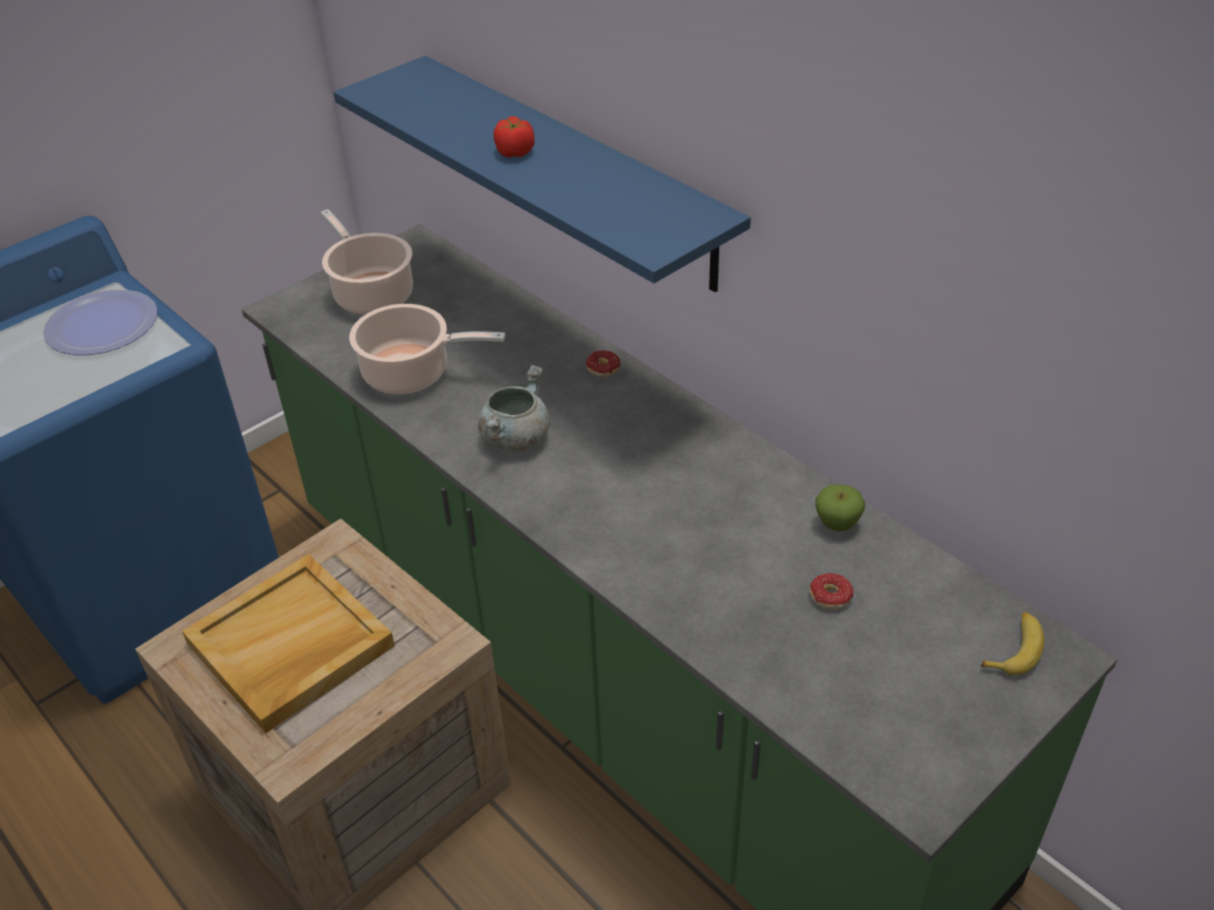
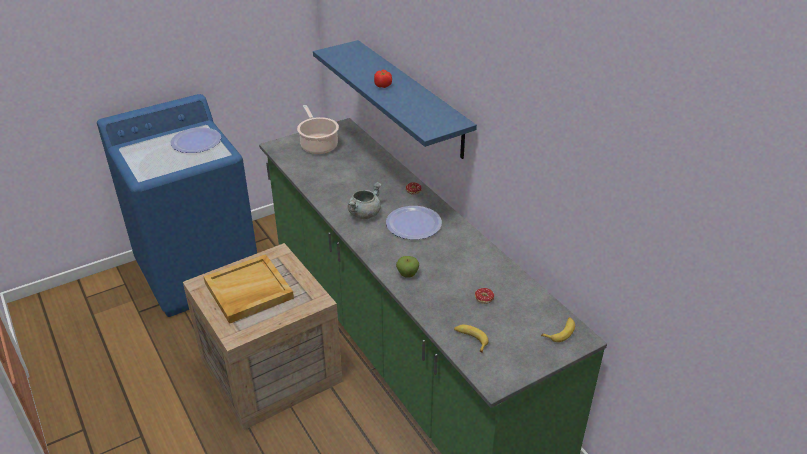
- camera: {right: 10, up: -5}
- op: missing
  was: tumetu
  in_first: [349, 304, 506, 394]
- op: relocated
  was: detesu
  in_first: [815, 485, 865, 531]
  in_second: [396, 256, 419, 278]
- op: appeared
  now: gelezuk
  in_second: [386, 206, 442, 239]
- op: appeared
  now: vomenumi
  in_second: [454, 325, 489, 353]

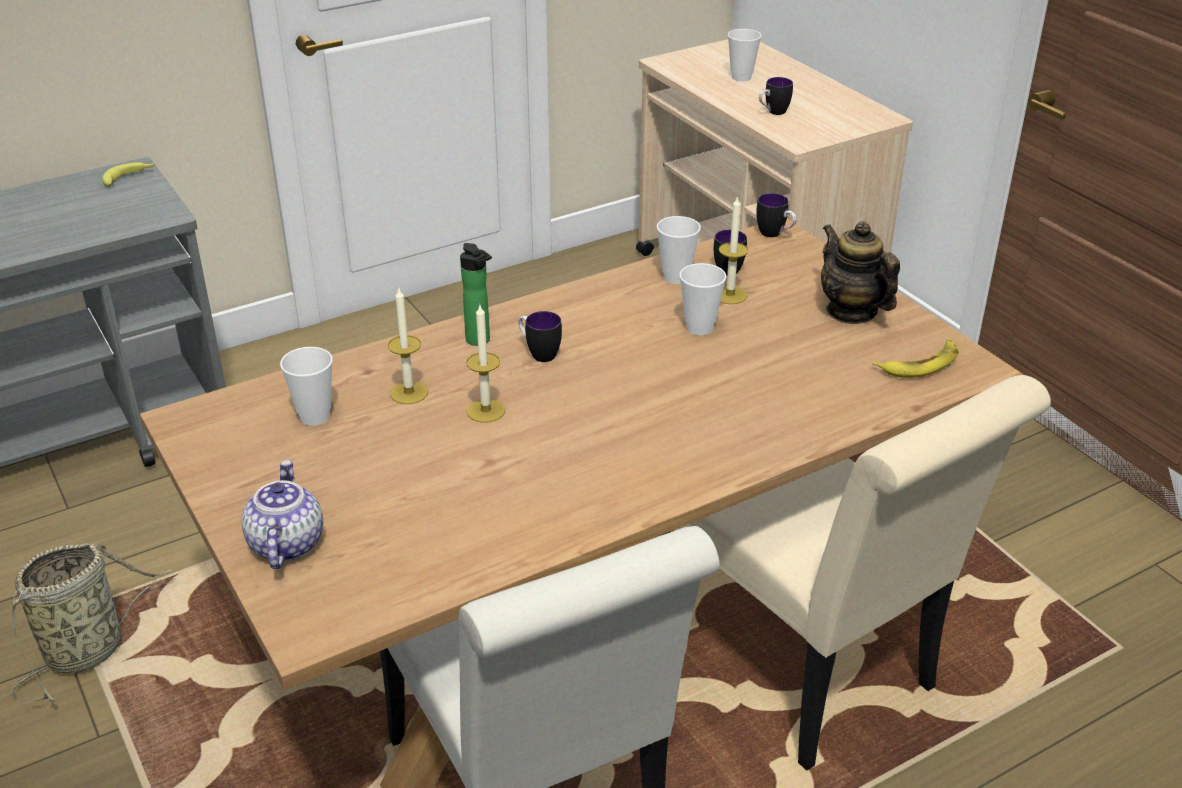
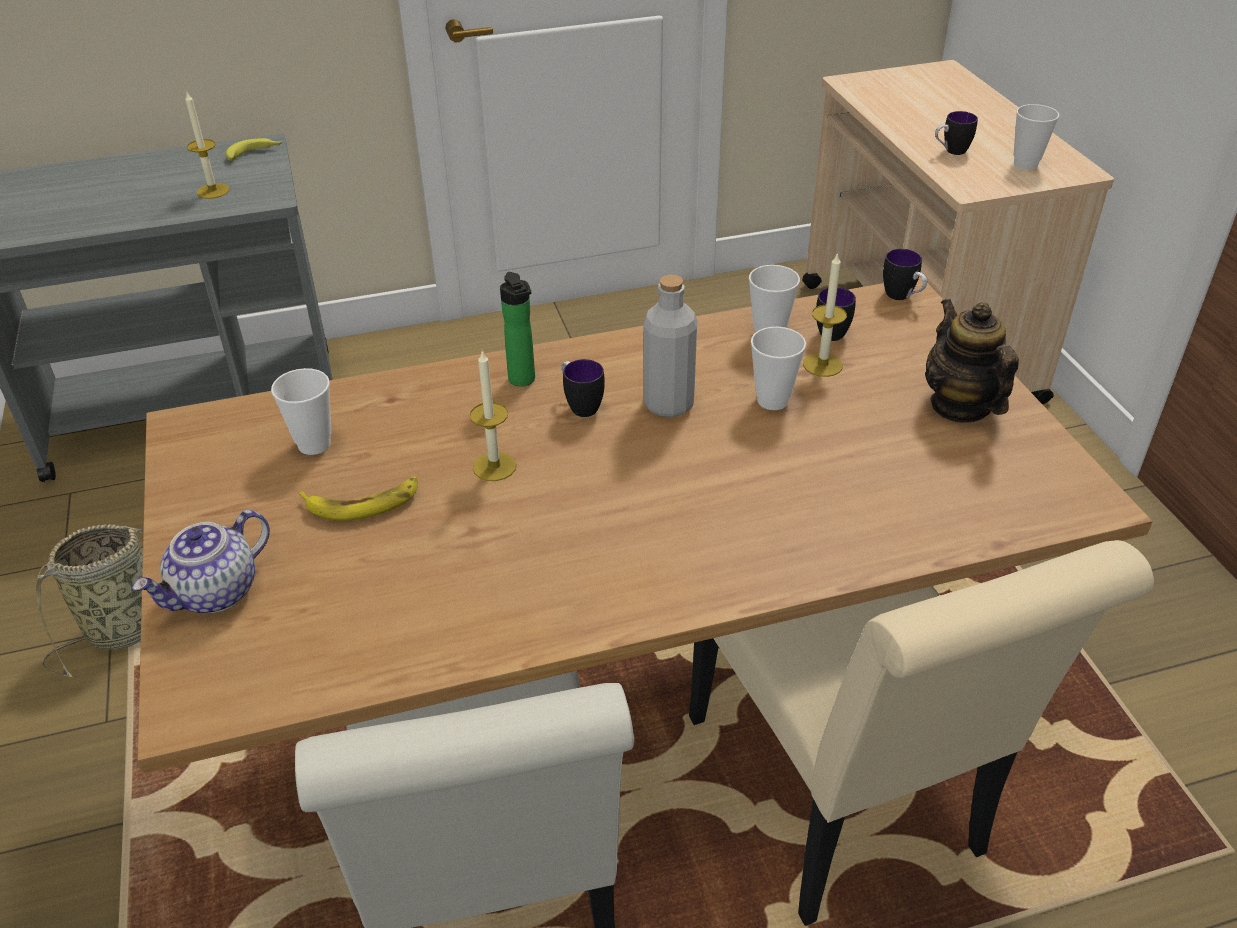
- camera: {right: 15, up: 5}
- op: spun
  was: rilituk
  in_first: [242, 460, 323, 569]
  in_second: [132, 510, 270, 613]
  clockwise: -150
- op: relocated
  was: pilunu
  in_first: [388, 287, 428, 404]
  in_second: [185, 92, 229, 199]
- op: relocated
  was: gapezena
  in_first: [728, 29, 761, 82]
  in_second: [1014, 104, 1059, 170]
- op: relocated
  was: vomenumi
  in_first: [872, 339, 959, 378]
  in_second: [299, 476, 418, 521]
- op: appeared
  now: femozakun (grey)
  in_second: [643, 275, 697, 417]

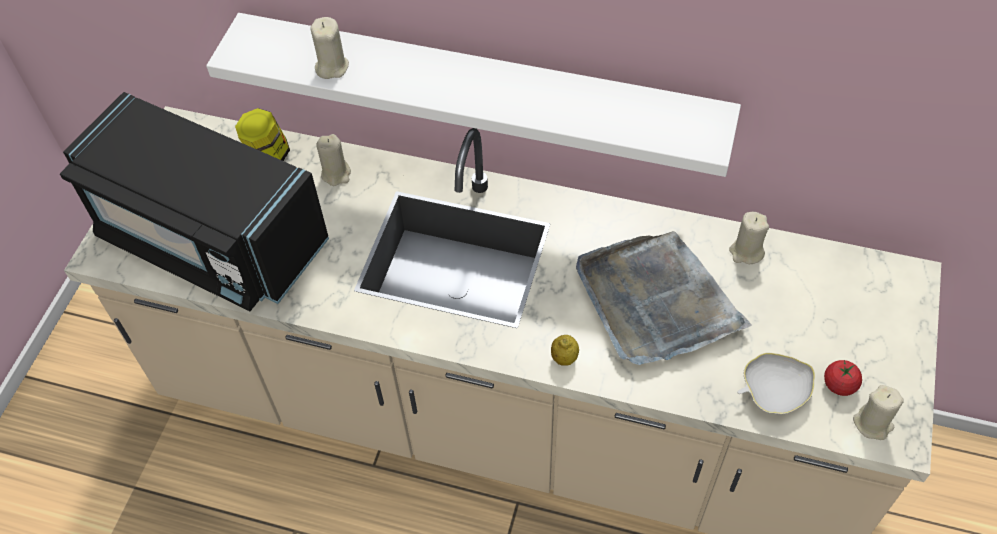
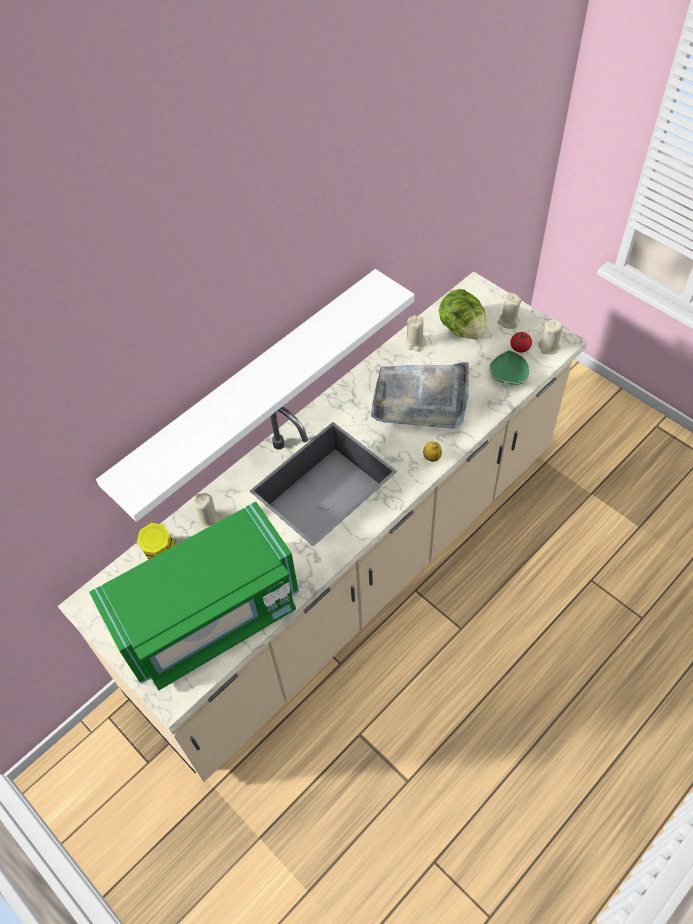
- camera: {right: -60, up: 0}
- op: colour
  was: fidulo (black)
  now: fidulo (green)
  in_first: [60, 92, 329, 311]
  in_second: [89, 502, 299, 690]
- op: relocated
  was: pilunu (beige)
  in_first: [310, 17, 349, 79]
  in_second: [497, 293, 522, 329]
- op: colour
  was: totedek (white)
  now: totedek (green)
  in_first: [737, 353, 815, 415]
  in_second: [489, 350, 530, 388]
- op: appeared
  now: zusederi
  in_second: [439, 289, 487, 339]

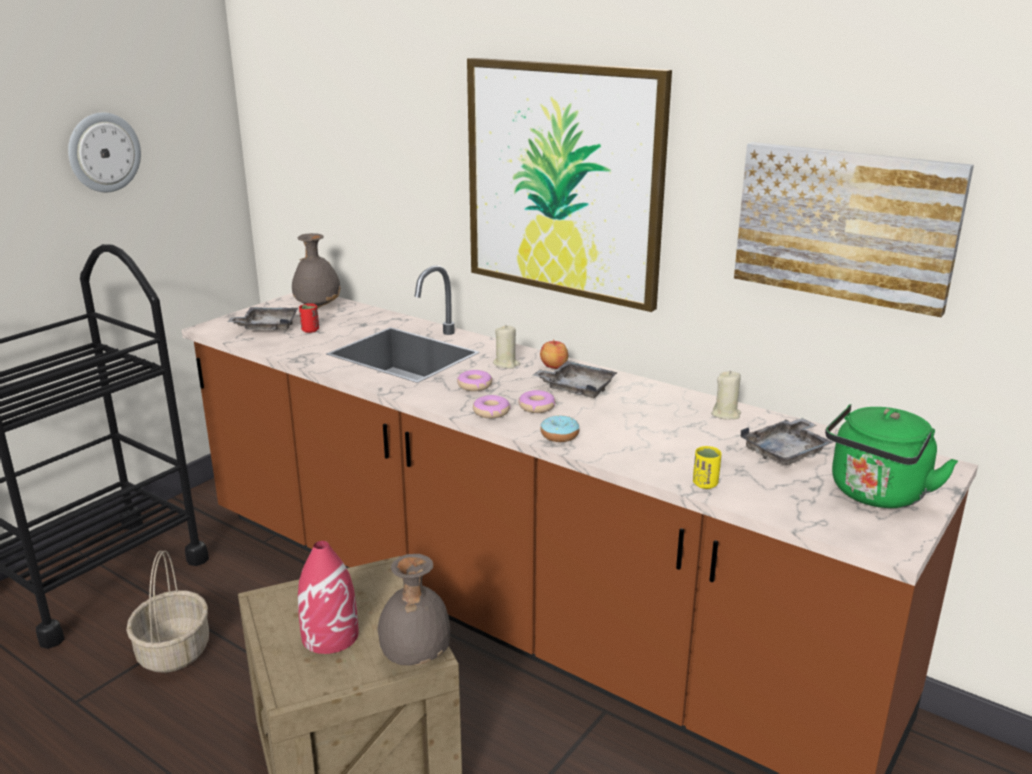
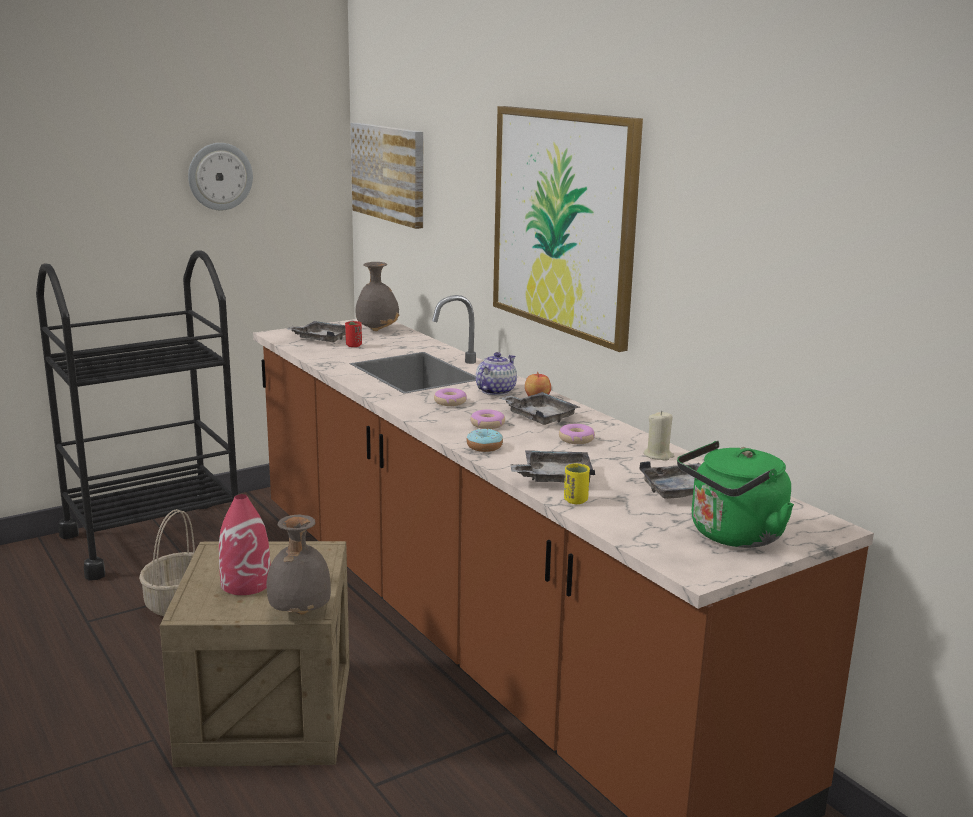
- camera: {right: 20, up: -5}
- op: relocated
  was: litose
  in_first: [473, 395, 511, 418]
  in_second: [559, 424, 595, 444]
- op: exchanged
  was: pilunu (beige)
  now: rilituk
  in_first: [493, 325, 520, 369]
  in_second: [476, 352, 517, 396]
- op: relocated
  was: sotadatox
  in_first: [734, 142, 974, 317]
  in_second: [351, 123, 423, 229]
- op: appeared
  now: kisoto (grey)
  in_second: [510, 450, 595, 483]

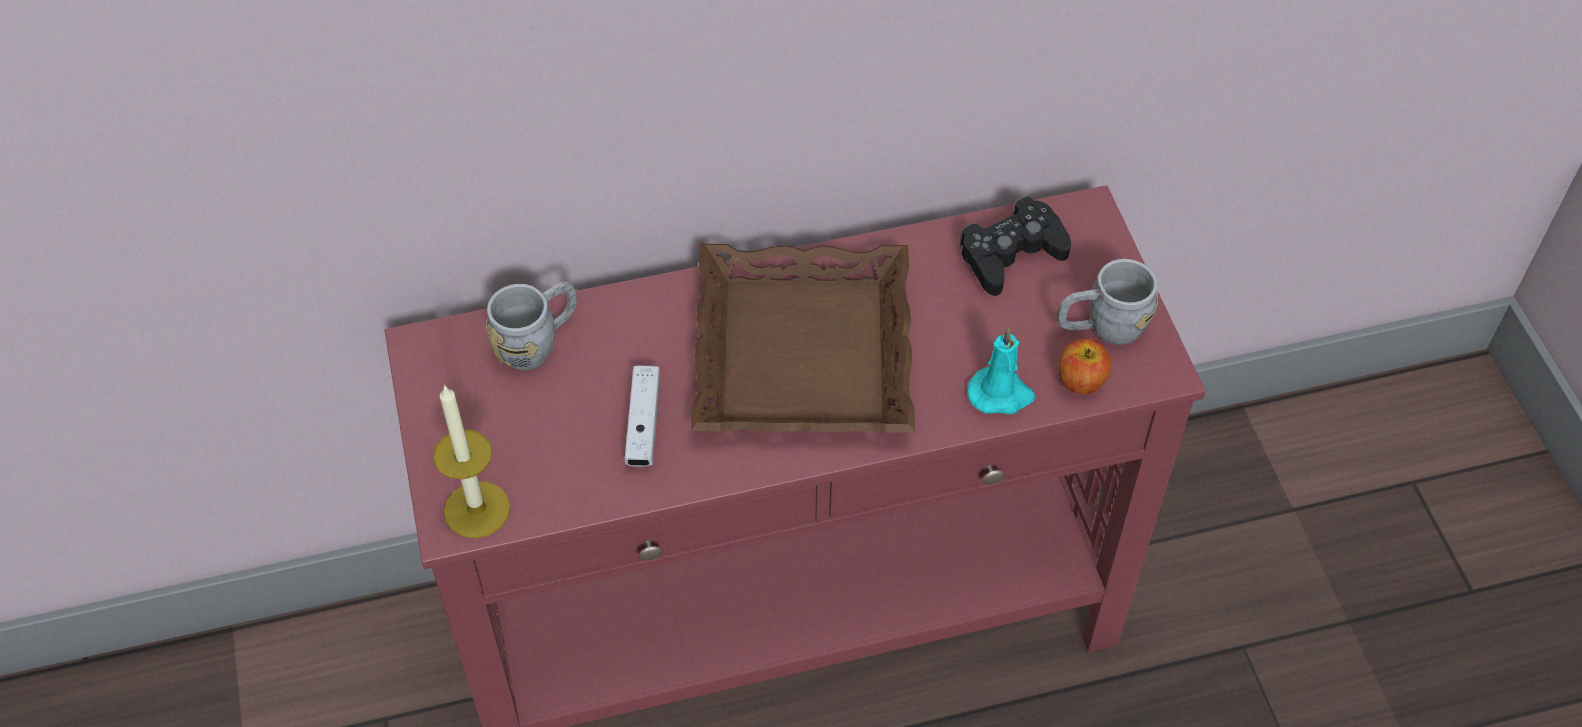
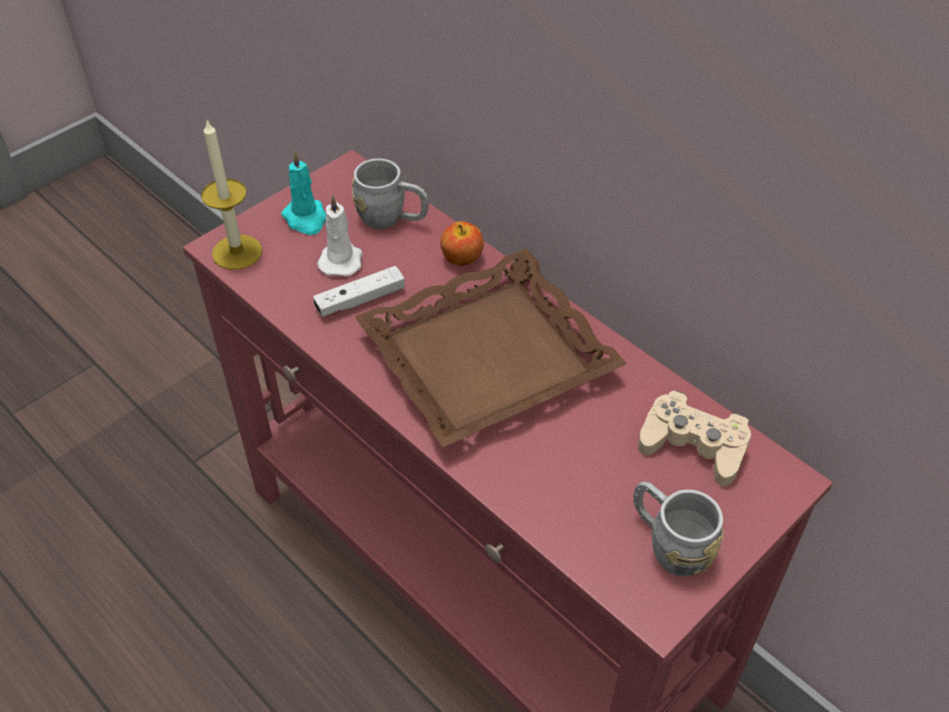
- camera: {right: 60, up: -5}
- op: colour
  was: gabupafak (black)
  now: gabupafak (beige)
  in_first: [960, 196, 1071, 296]
  in_second: [638, 390, 751, 487]
- op: relocated
  was: pilunu (turquoise)
  in_first: [968, 328, 1036, 414]
  in_second: [281, 151, 326, 235]
- op: relocated
  was: detesu
  in_first: [1058, 338, 1112, 395]
  in_second: [440, 221, 483, 266]
- op: appeared
  now: pilunu (white)
  in_second: [317, 194, 362, 276]

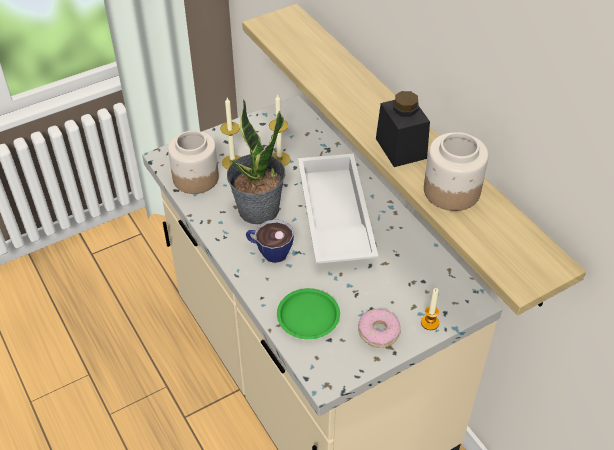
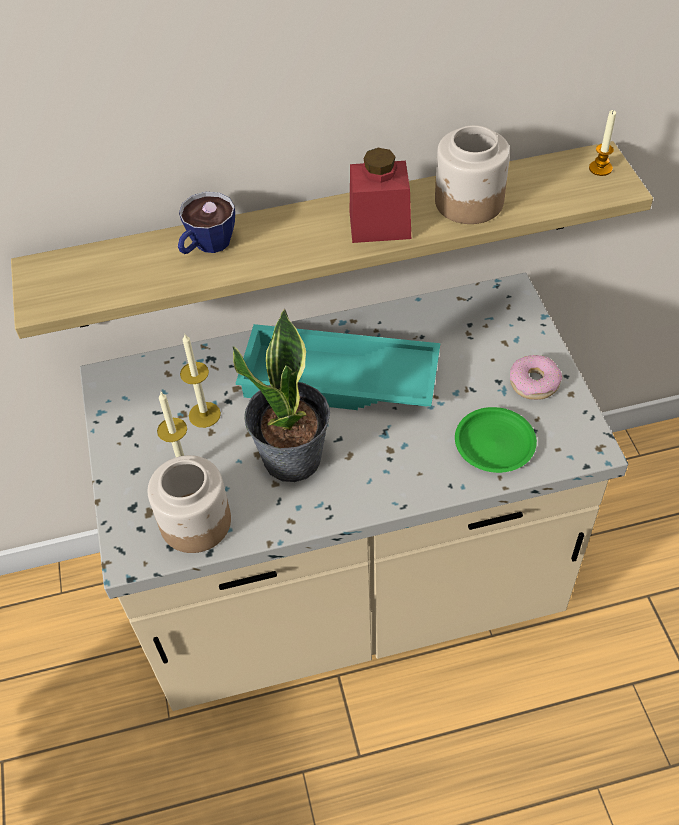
- camera: {right: -70, up: 5}
- op: relocated
  was: gapezena
  in_first: [246, 219, 294, 263]
  in_second: [178, 192, 235, 254]
- op: colour
  was: kisoto (white)
  now: kisoto (turquoise)
  in_first: [298, 154, 378, 263]
  in_second: [236, 324, 440, 410]
- op: colour
  was: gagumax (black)
  now: gagumax (red)
  in_first: [376, 91, 430, 167]
  in_second: [350, 148, 411, 243]
- op: relocated
  was: pilunu
  in_first: [421, 288, 439, 330]
  in_second: [589, 110, 616, 176]

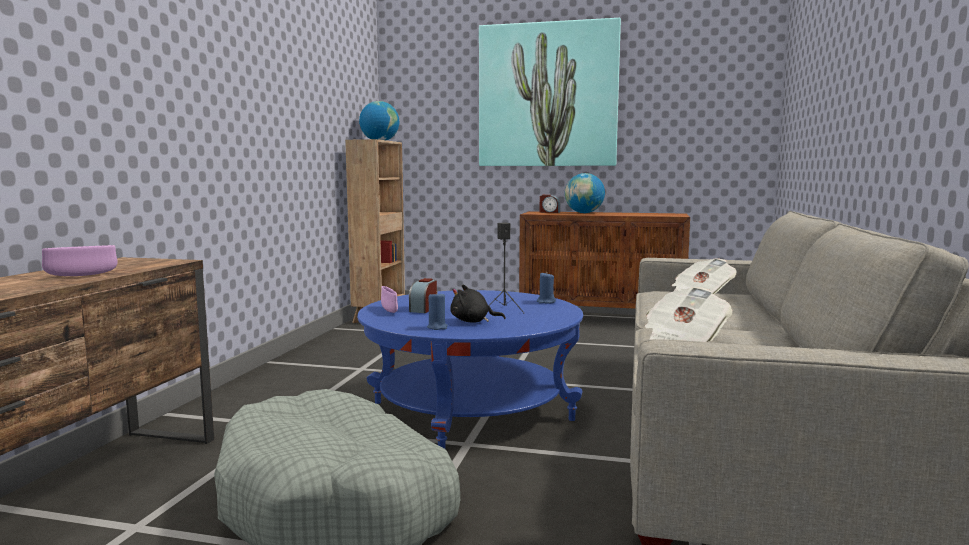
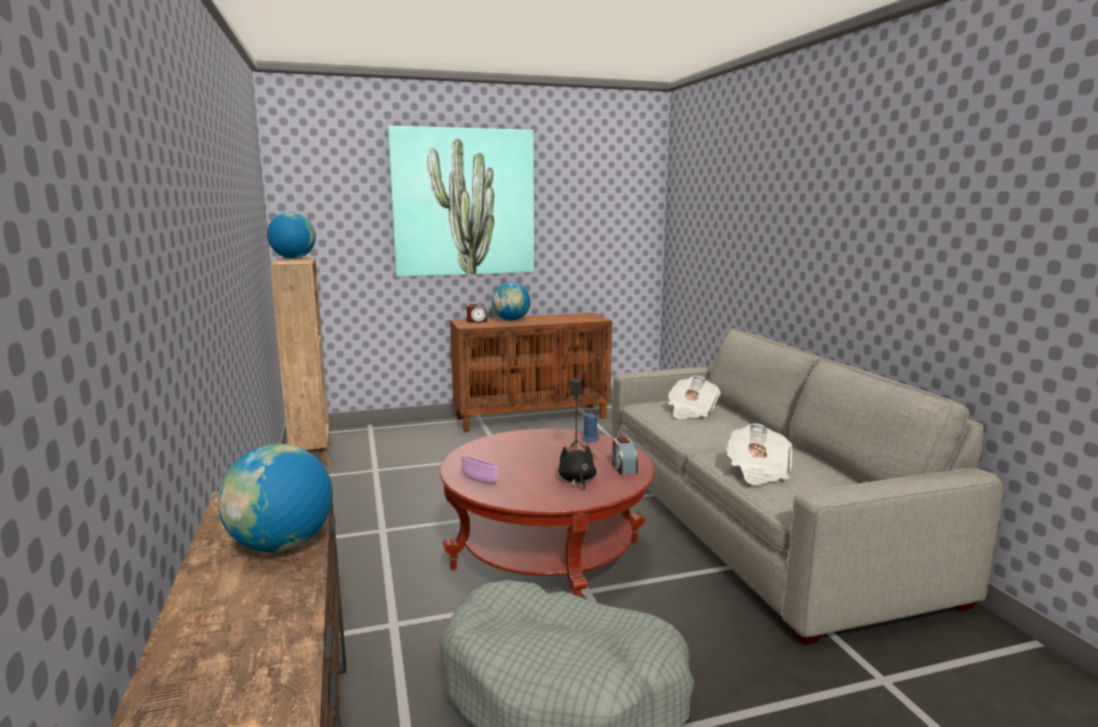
- camera: {right: -30, up: 5}
- op: exchanged
  was: totedek (purple)
  now: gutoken
  in_first: [42, 245, 117, 276]
  in_second: [217, 444, 333, 553]
- op: colour
  was: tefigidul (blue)
  now: tefigidul (red)
  in_first: [357, 290, 583, 449]
  in_second: [440, 429, 654, 597]
- op: relocated
  was: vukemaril
  in_first: [409, 278, 437, 313]
  in_second: [612, 437, 638, 475]
- op: missing
  was: pilunu (blue)
  in_first: [427, 292, 448, 330]
- op: spun
  was: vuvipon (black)
  in_first: [450, 285, 506, 323]
  in_second: [559, 445, 597, 490]
  clockwise: 105

